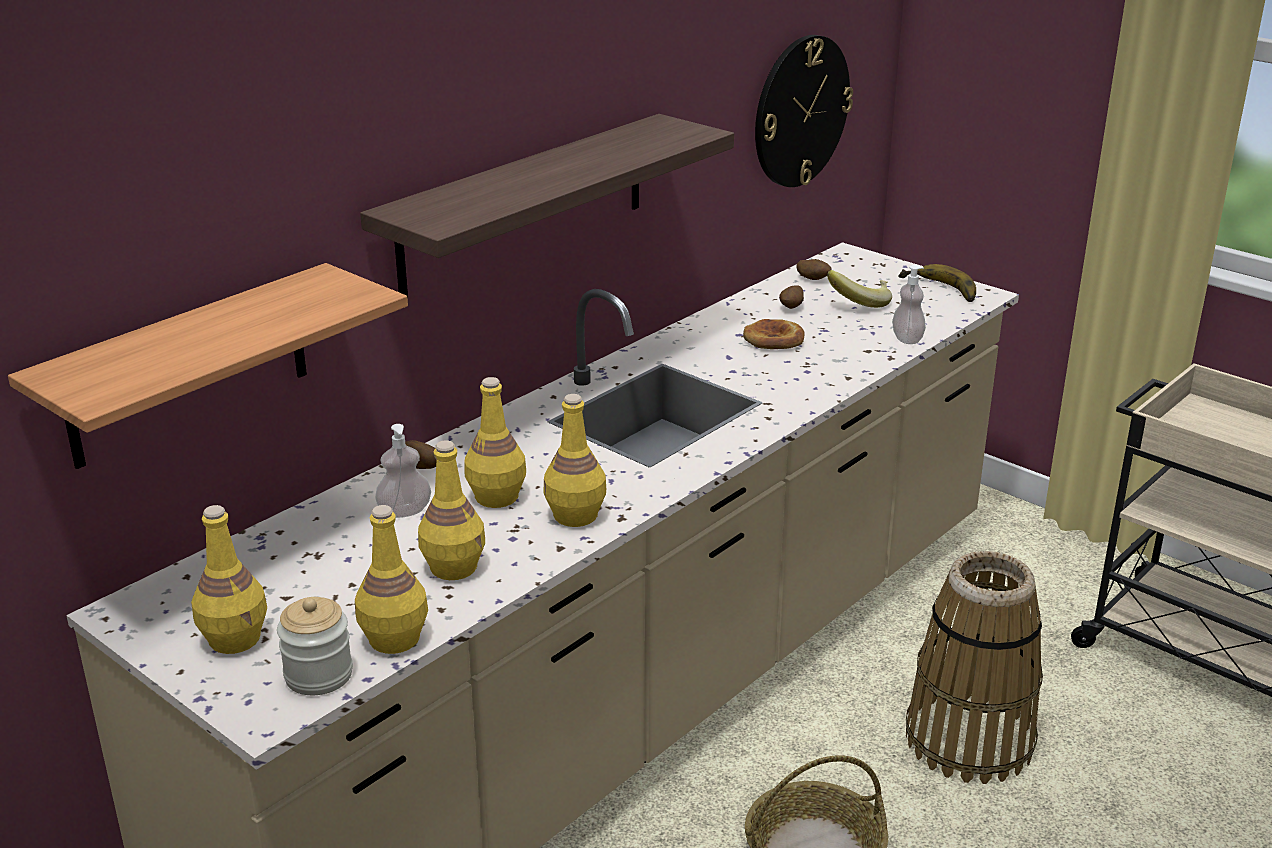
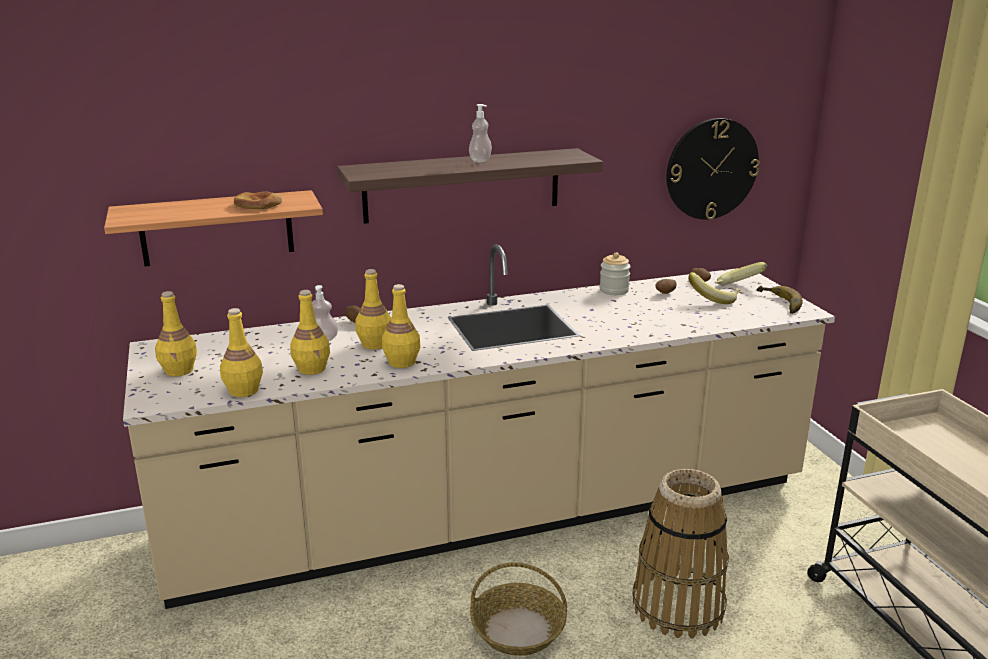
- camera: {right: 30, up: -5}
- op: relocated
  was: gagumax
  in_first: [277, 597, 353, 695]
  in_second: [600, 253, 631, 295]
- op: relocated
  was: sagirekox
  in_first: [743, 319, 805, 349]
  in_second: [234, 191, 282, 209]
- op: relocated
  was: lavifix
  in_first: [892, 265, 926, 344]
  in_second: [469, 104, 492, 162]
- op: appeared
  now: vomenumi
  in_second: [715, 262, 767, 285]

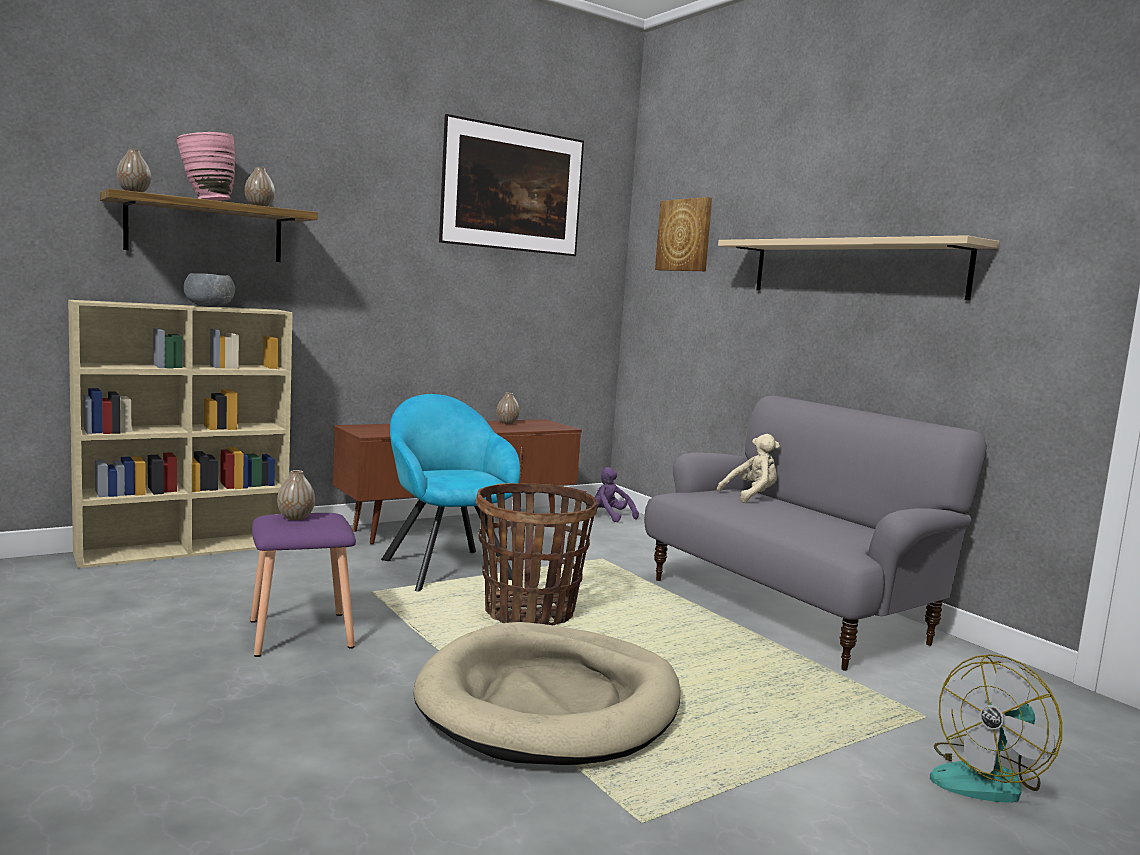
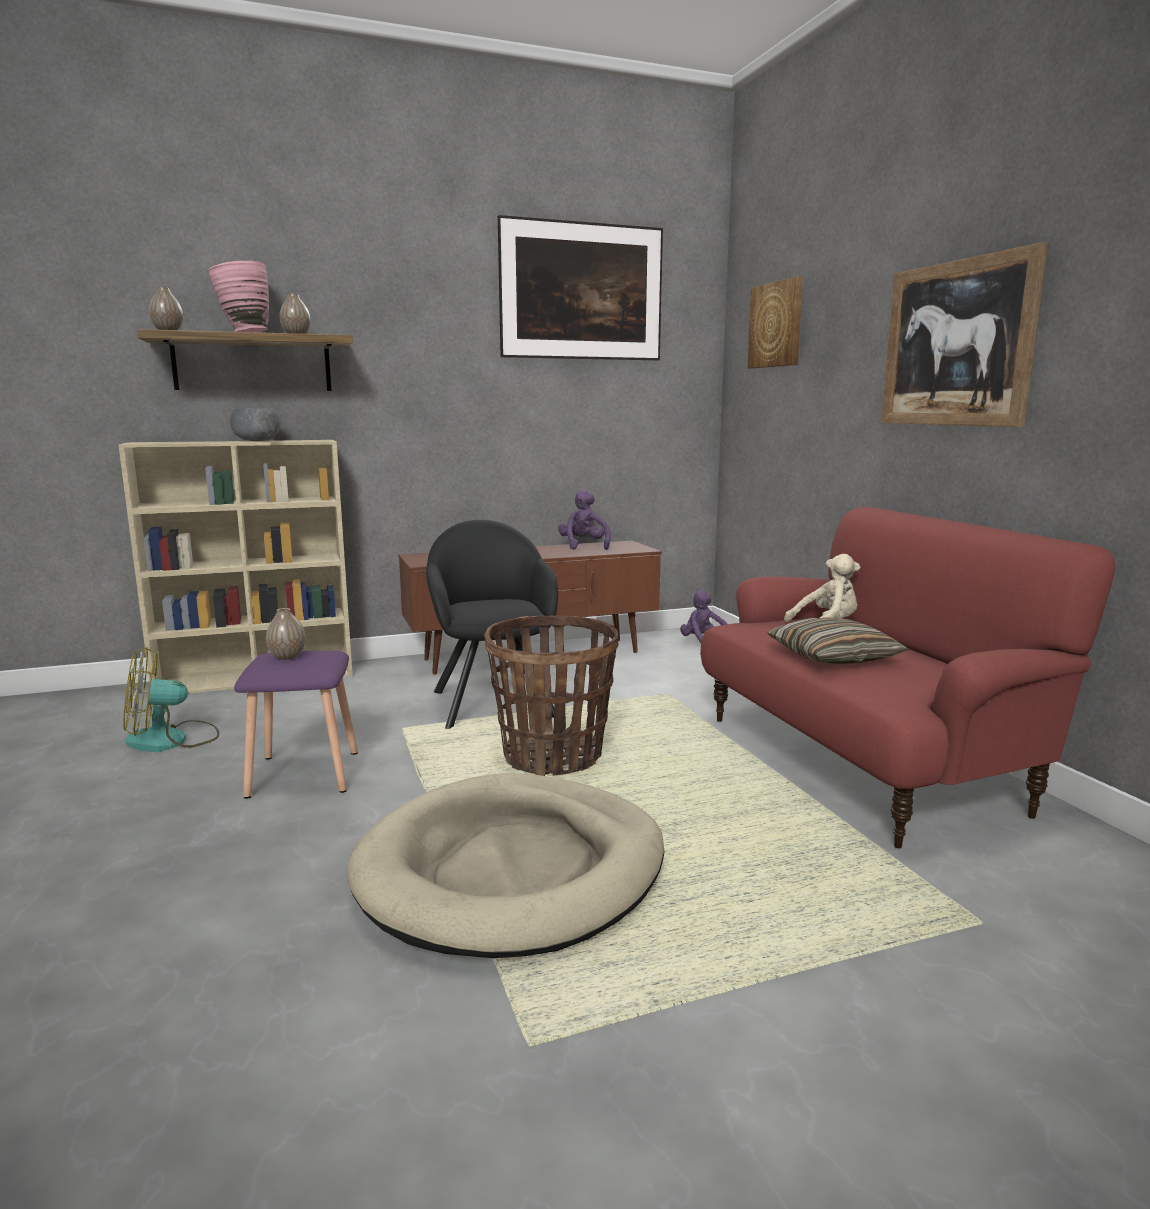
- camera: {right: 15, up: 5}
- op: colour
  was: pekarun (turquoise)
  now: pekarun (black)
  in_first: [381, 394, 520, 592]
  in_second: [426, 520, 558, 729]
- op: exchanged
  was: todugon
  now: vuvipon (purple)
  in_first: [497, 393, 520, 424]
  in_second: [558, 490, 611, 550]
- op: colour
  was: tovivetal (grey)
  now: tovivetal (red)
  in_first: [644, 395, 987, 671]
  in_second: [700, 507, 1115, 849]
- op: exchanged
  was: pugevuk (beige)
  now: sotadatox
  in_first: [718, 235, 999, 300]
  in_second: [881, 242, 1048, 427]
- op: relocated
  was: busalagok
  in_first: [930, 654, 1062, 803]
  in_second: [123, 647, 219, 752]
- op: appeared
  now: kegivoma
  in_second: [767, 617, 909, 664]

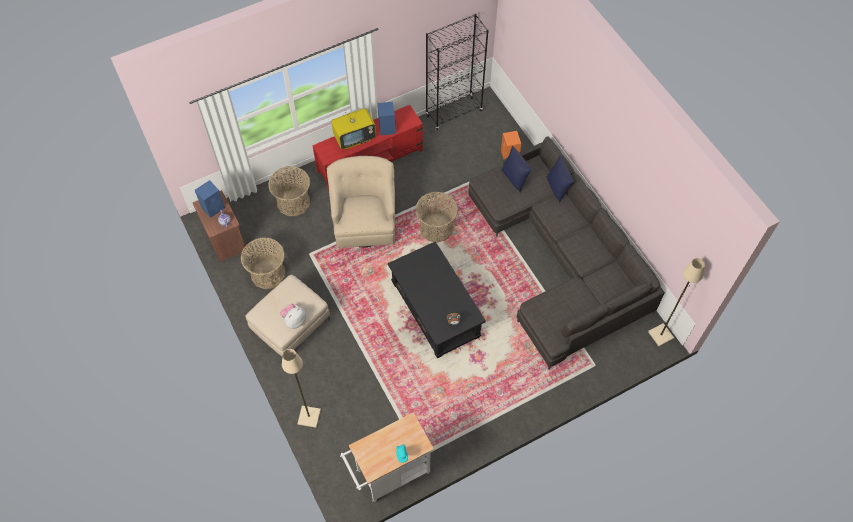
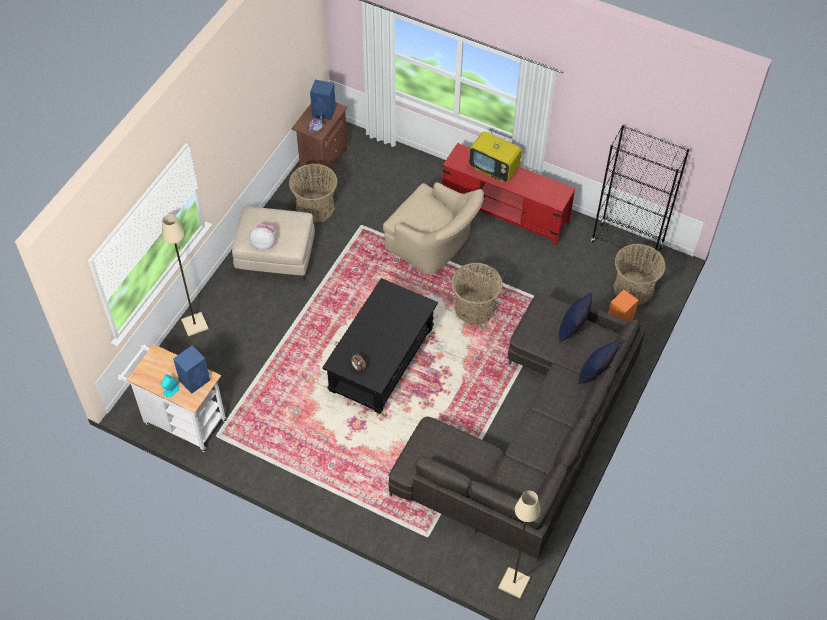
- camera: {right: 55, up: -5}
- op: relocated
  was: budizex
  in_first: [268, 166, 310, 216]
  in_second: [613, 244, 666, 305]
- op: spun
  was: pekarun (beige)
  in_first: [327, 156, 395, 248]
  in_second: [383, 182, 484, 274]
  clockwise: 75
- op: relocated
  was: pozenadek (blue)
  in_first: [378, 101, 396, 136]
  in_second: [173, 345, 210, 394]

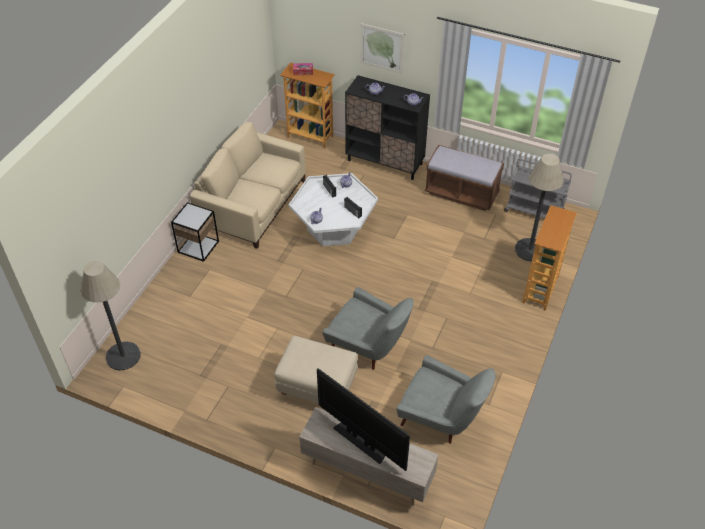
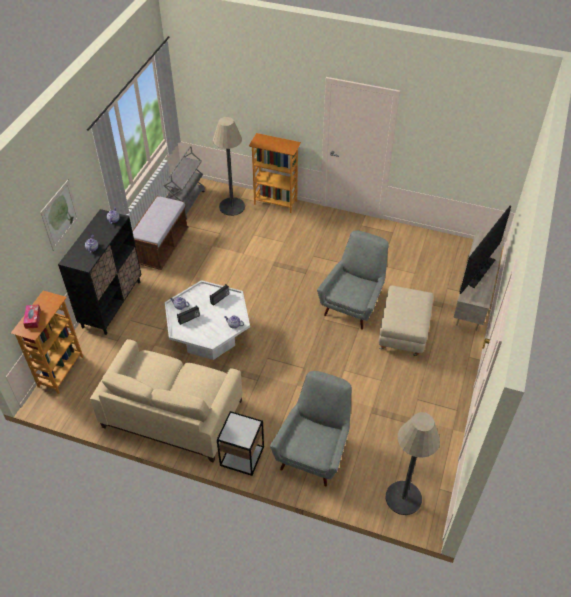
- camera: {right: -95, up: 0}
- op: relocated
  was: pekarun (grey)
  in_first: [396, 355, 495, 444]
  in_second: [270, 371, 352, 487]

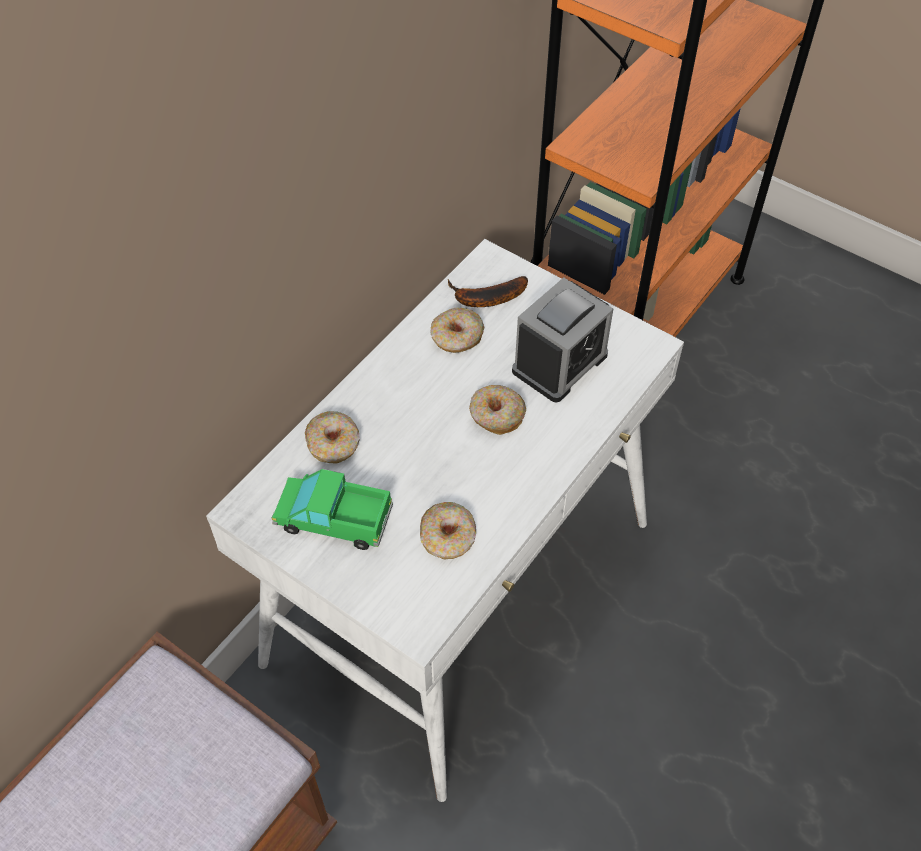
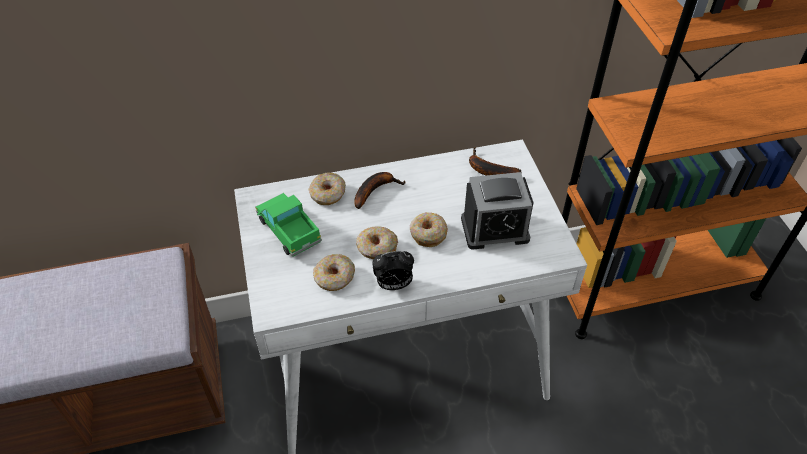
- camera: {right: 40, up: -5}
- op: relocated
  was: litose
  in_first: [430, 308, 484, 353]
  in_second: [356, 226, 398, 259]
- op: appeared
  now: vomenumi
  in_second: [354, 172, 406, 209]
- op: appeared
  now: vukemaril
  in_second: [372, 251, 414, 290]

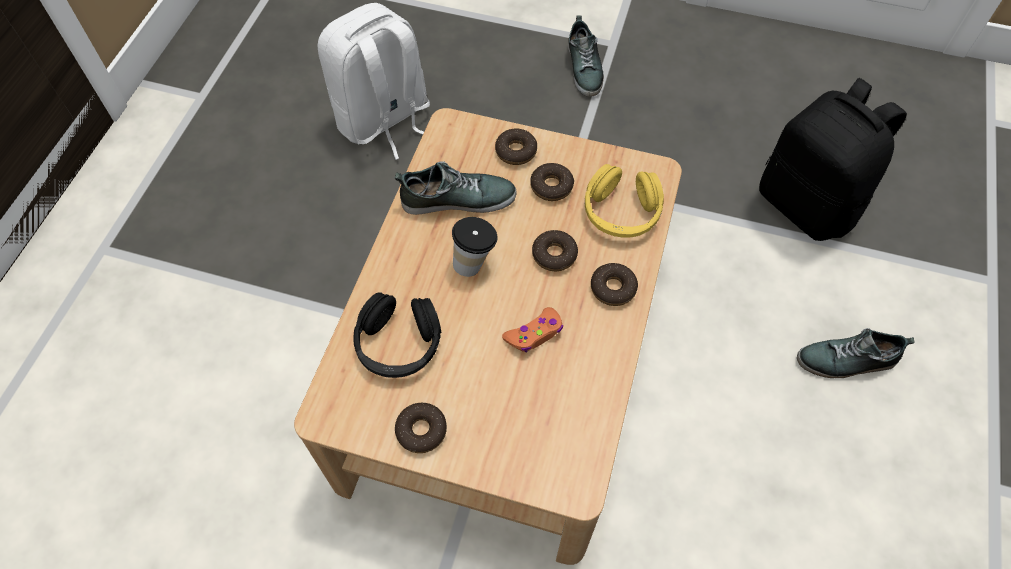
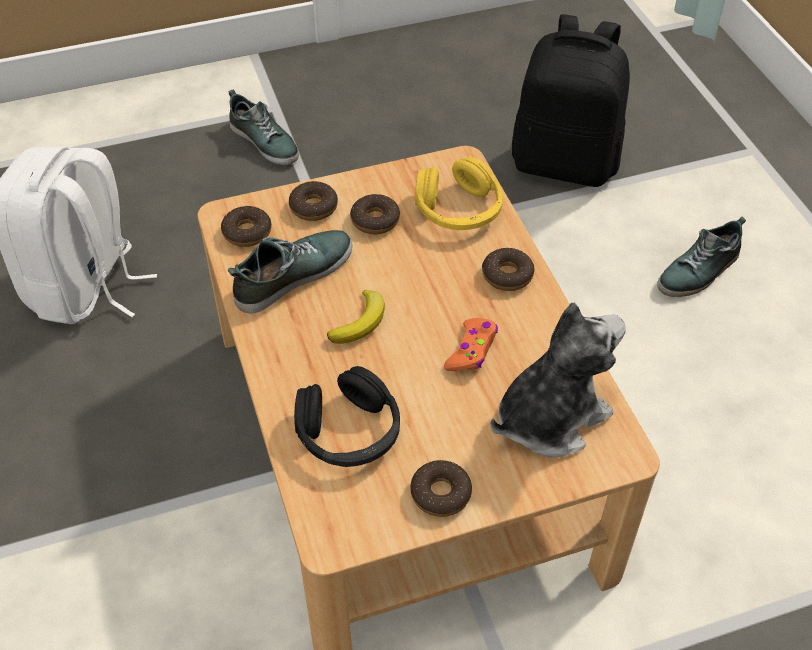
- camera: {right: -35, up: -10}
- op: exchanged
  was: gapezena
  now: vomenumi
  in_first: [452, 217, 498, 277]
  in_second: [327, 290, 385, 344]
- op: relocated
  was: litose
  in_first: [532, 230, 578, 271]
  in_second: [221, 205, 272, 247]
- op: appeared
  now: vuvipon
  in_second: [490, 302, 626, 457]

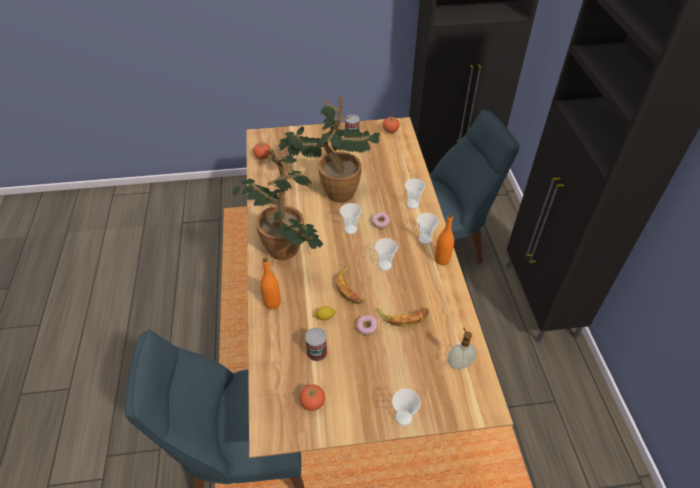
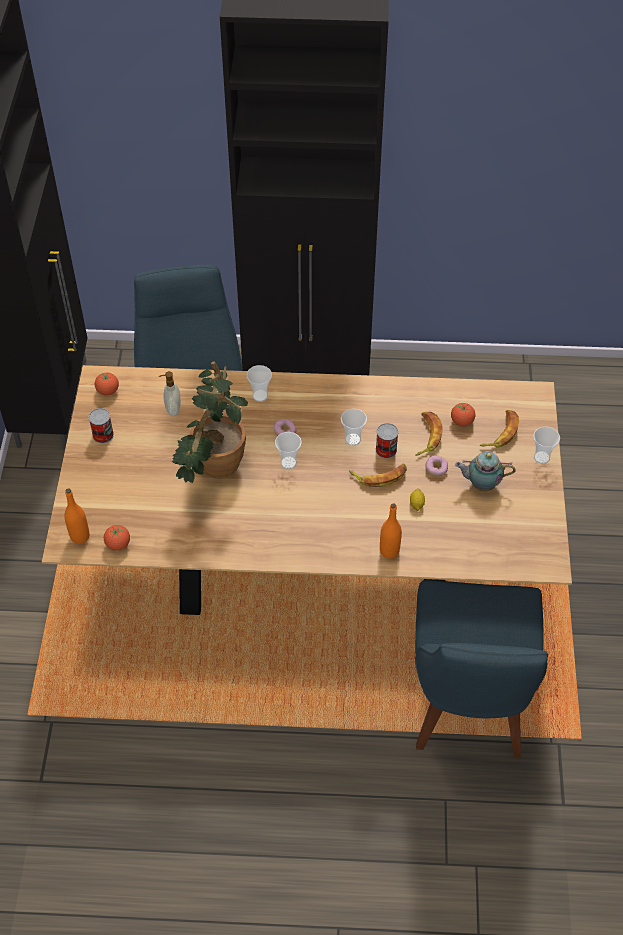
- camera: {right: -80, up: 5}
- op: missing
  was: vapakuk
  in_first: [233, 148, 323, 260]
- op: relocated
  was: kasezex
  in_first: [299, 384, 325, 411]
  in_second: [451, 403, 475, 426]
- op: relocated
  was: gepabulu
  in_first: [305, 328, 327, 361]
  in_second: [376, 423, 398, 458]
- op: missing
  was: gapezena
  in_first: [417, 213, 439, 244]
- op: relocated
  was: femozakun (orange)
  in_first: [435, 214, 454, 265]
  in_second: [64, 488, 89, 544]
- op: relocated
  was: lavifix
  in_first: [447, 328, 477, 369]
  in_second: [159, 371, 181, 416]
- op: appeared
  now: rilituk
  in_second: [455, 451, 516, 491]
- op: appeared
  now: vomenumi
  in_second: [480, 410, 519, 447]

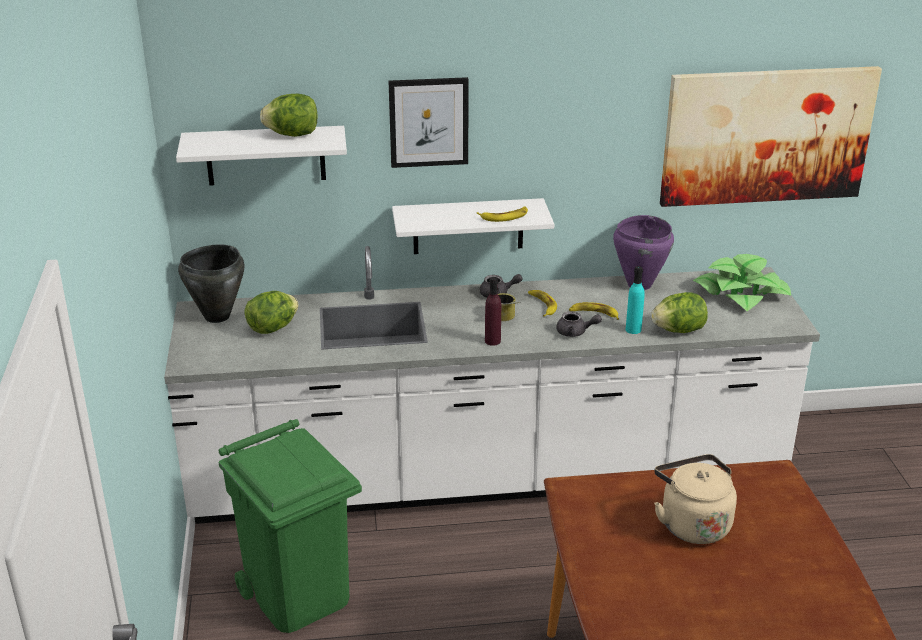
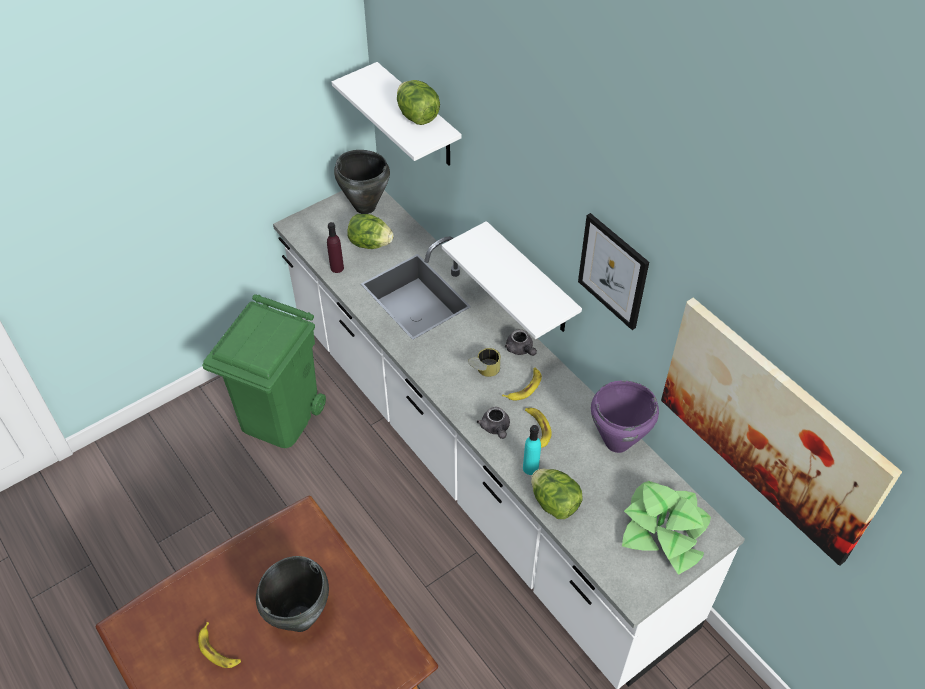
- camera: {right: 60, up: 20}
- op: relocated
  was: sotadatox
  in_first: [388, 77, 469, 168]
  in_second: [578, 213, 649, 330]
- op: relocated
  was: vomenumi
  in_first: [476, 207, 528, 222]
  in_second: [198, 622, 241, 668]
- op: relocated
  was: femozakun (purple)
  in_first: [485, 277, 501, 346]
  in_second: [327, 222, 344, 273]
- op: exchanged
  was: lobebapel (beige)
  now: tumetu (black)
  in_first: [654, 454, 737, 544]
  in_second: [256, 556, 329, 632]

